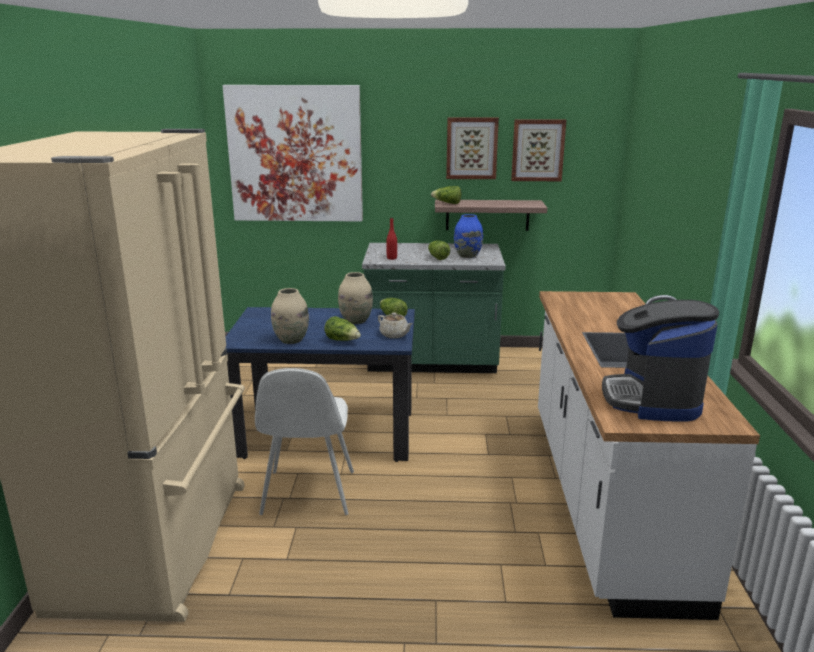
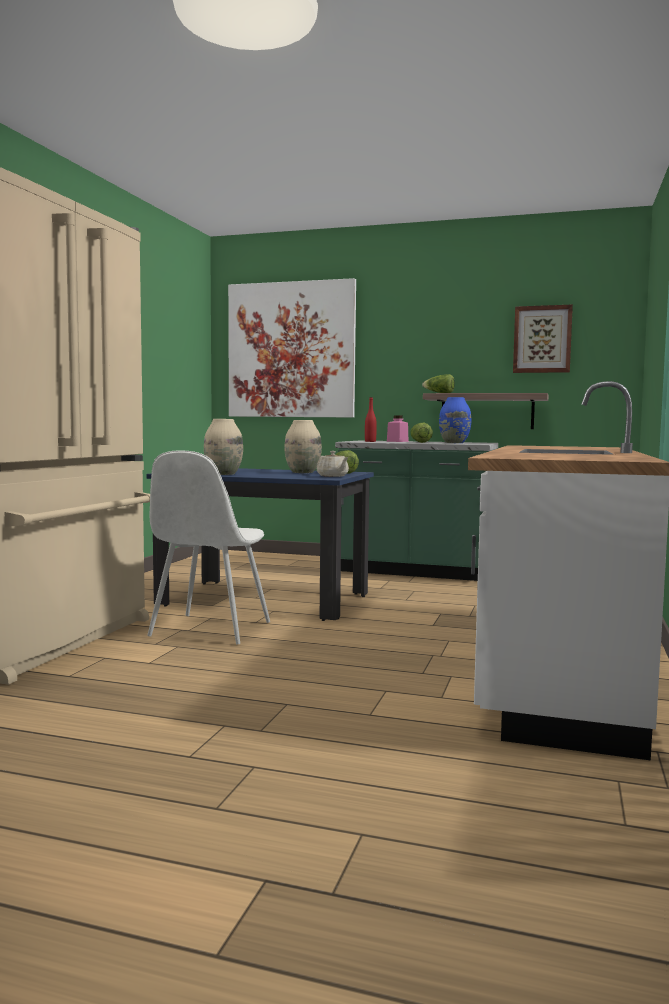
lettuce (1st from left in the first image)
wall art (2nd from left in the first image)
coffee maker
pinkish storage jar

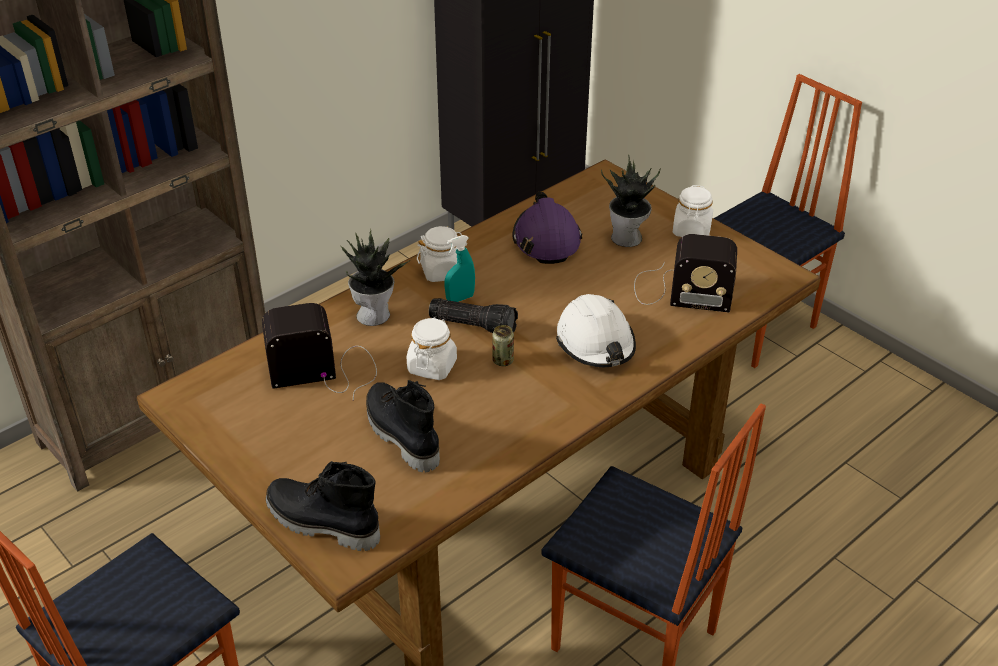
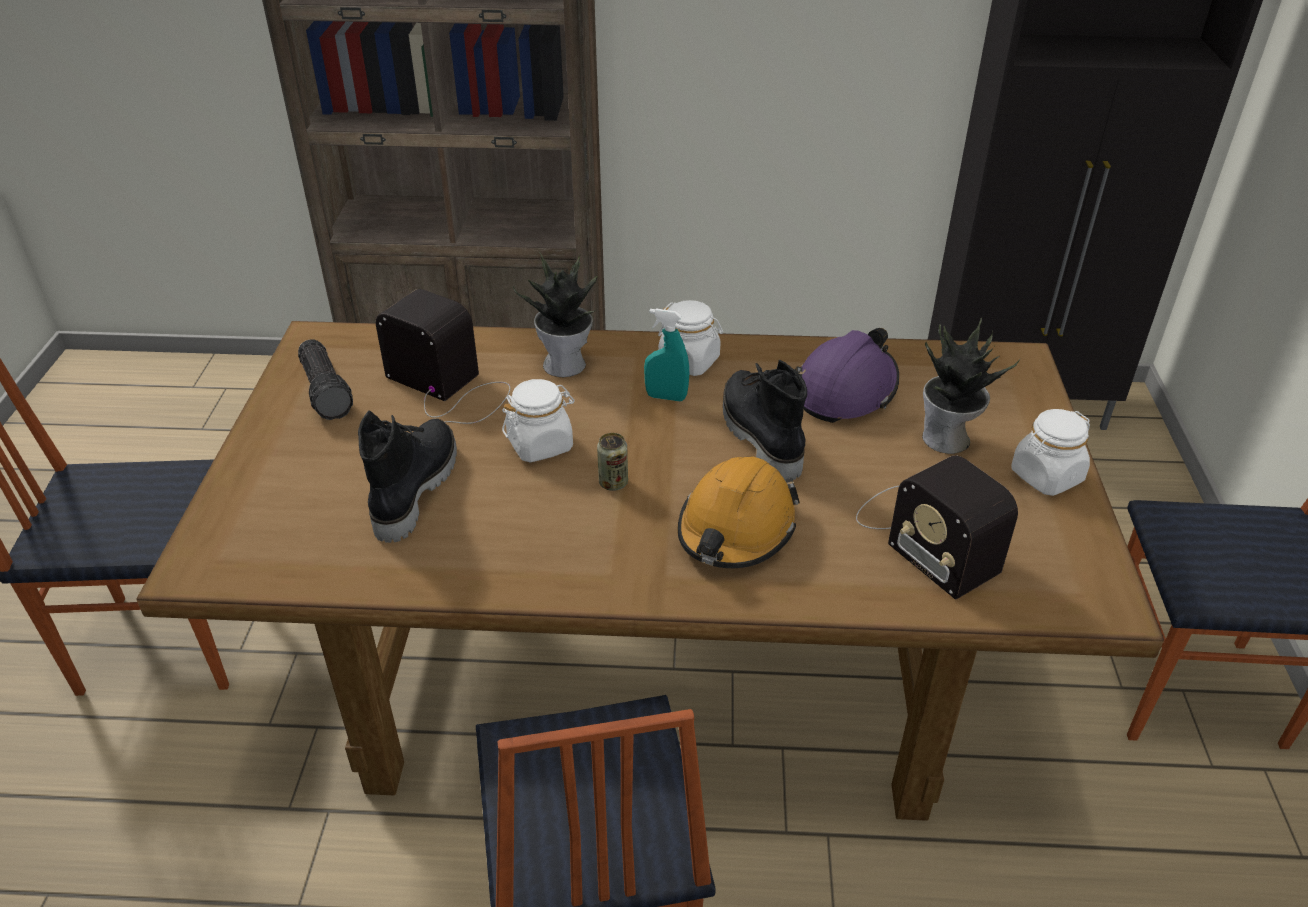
black-coloured tall boot (2nd from left)
hand torch
orange-coloured hard hat

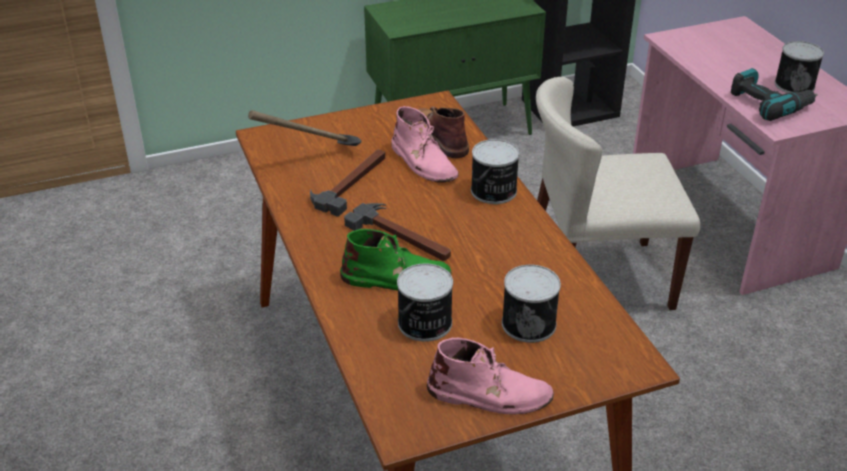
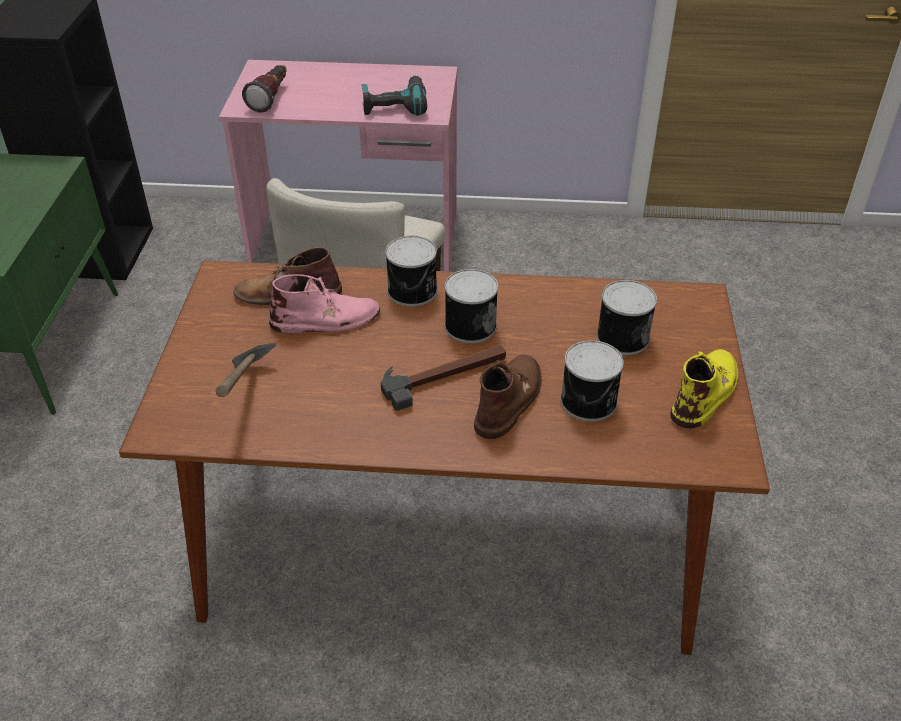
tool hammer (2nd from left in the first image)
hand torch
metal can (2nd from left)
brownish tall boot (2nd from left)
yellowish tall boot

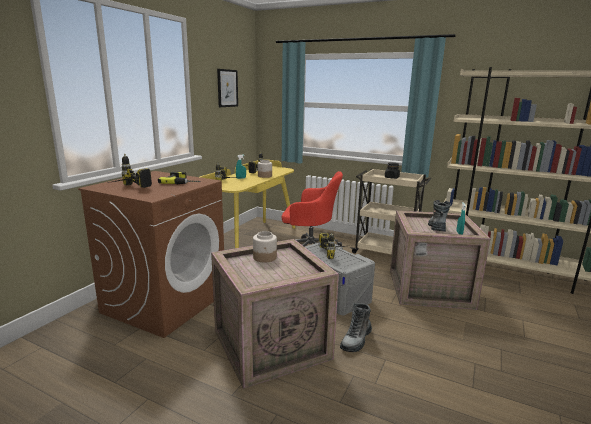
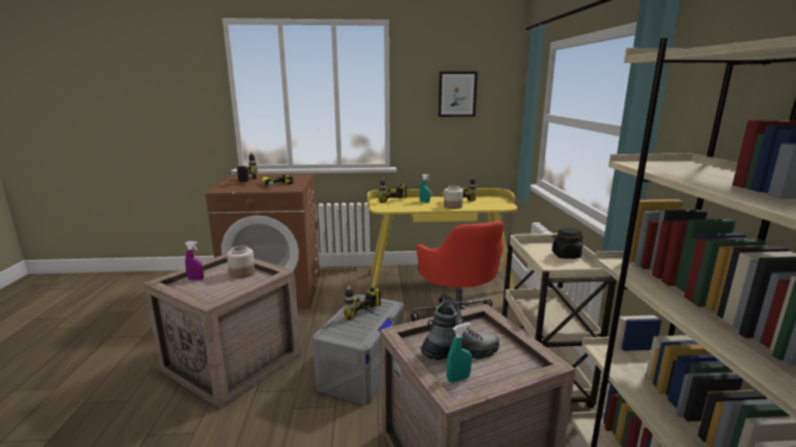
tall boot (1st from left in the first image)
purple hand sprayer

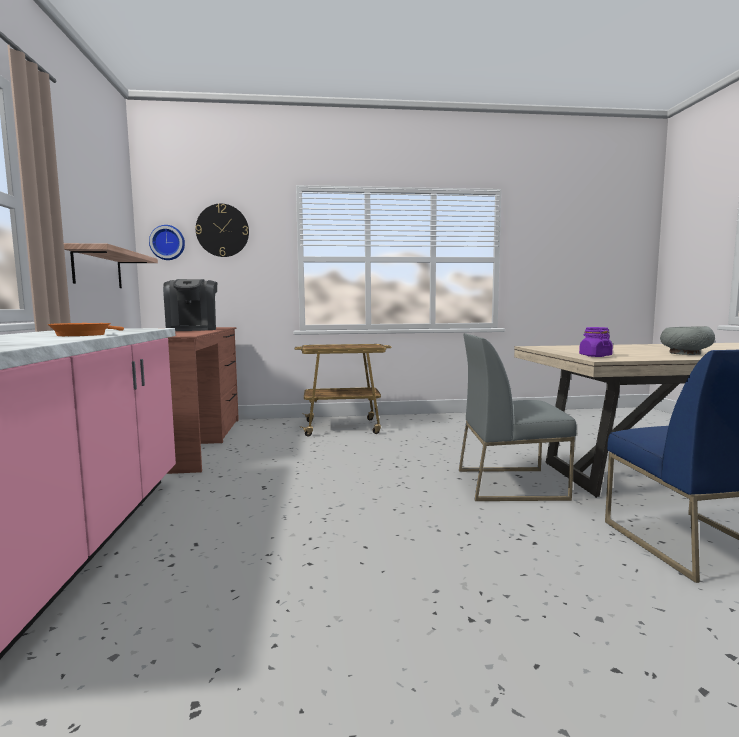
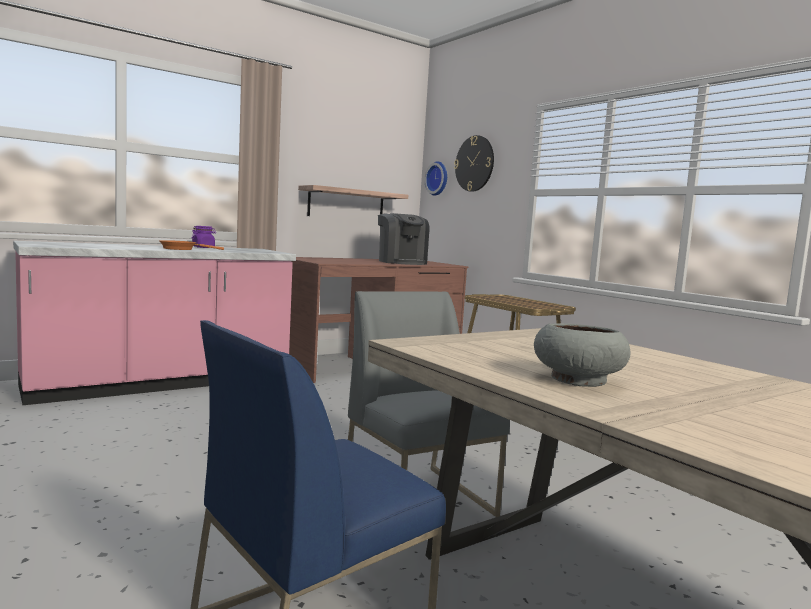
purple storage jar
coffee maker

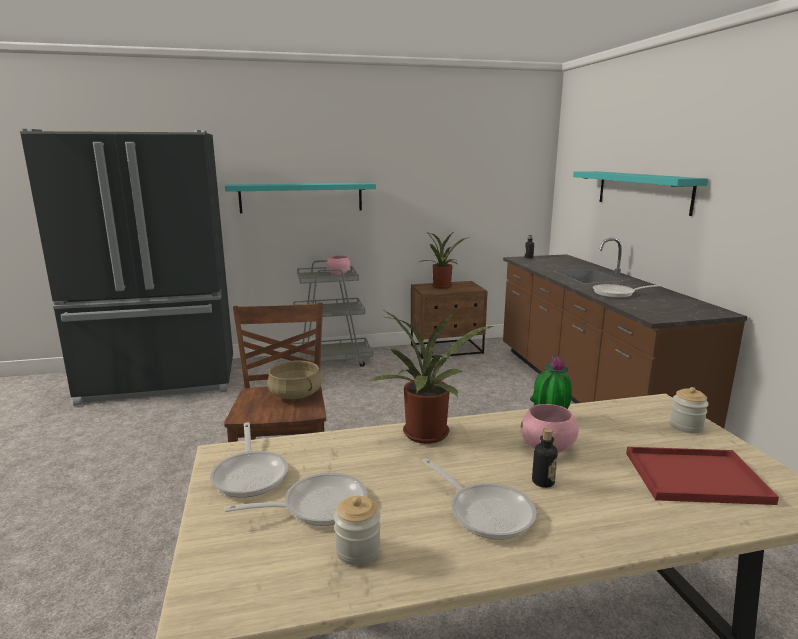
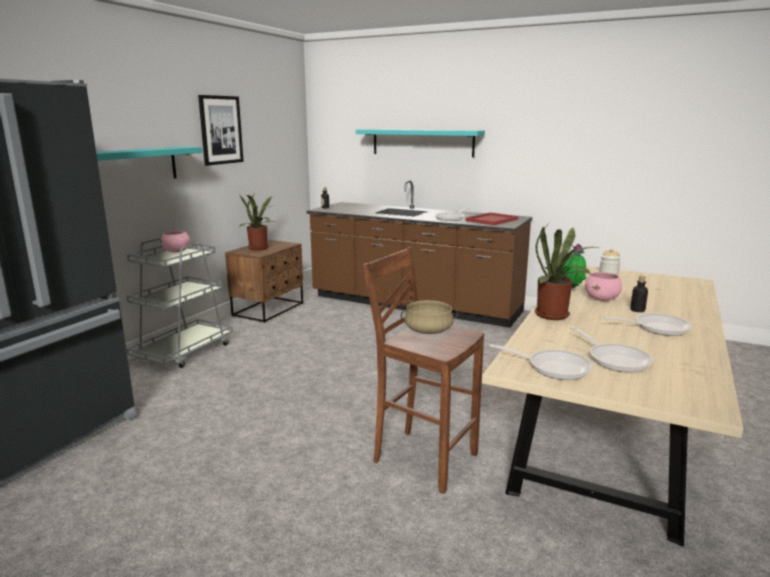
storage jar (1st from left in the first image)
wall art
red serving tray
skillet (3rd from left)

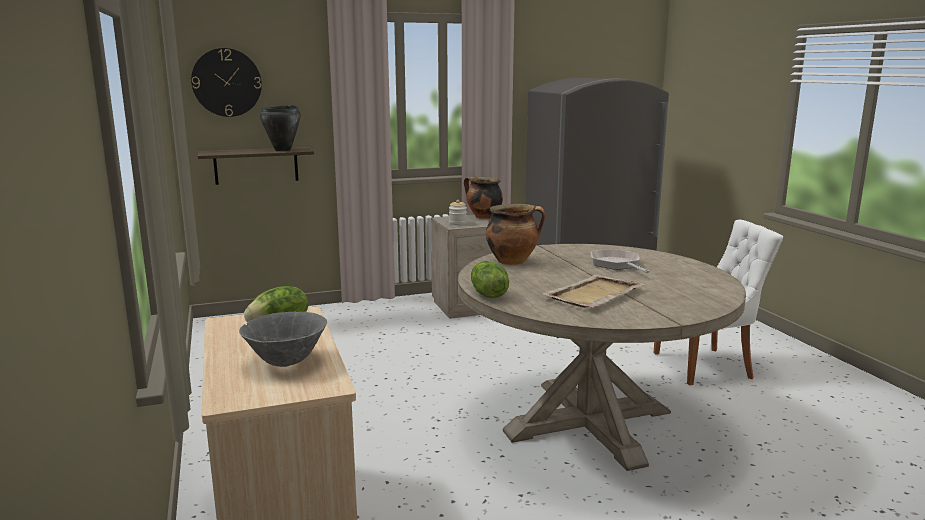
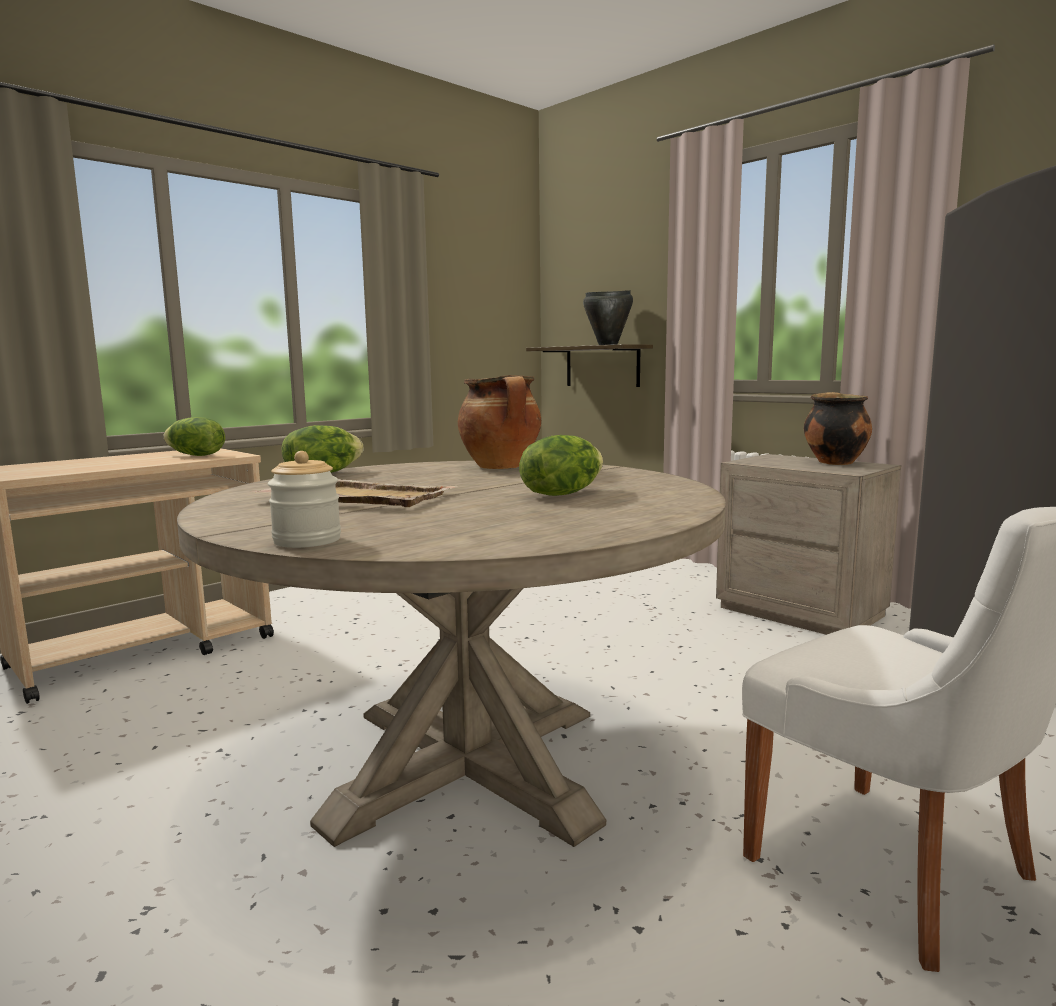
hanging clock
grey serving bowl
storage jar
lettuce (3rd from left)

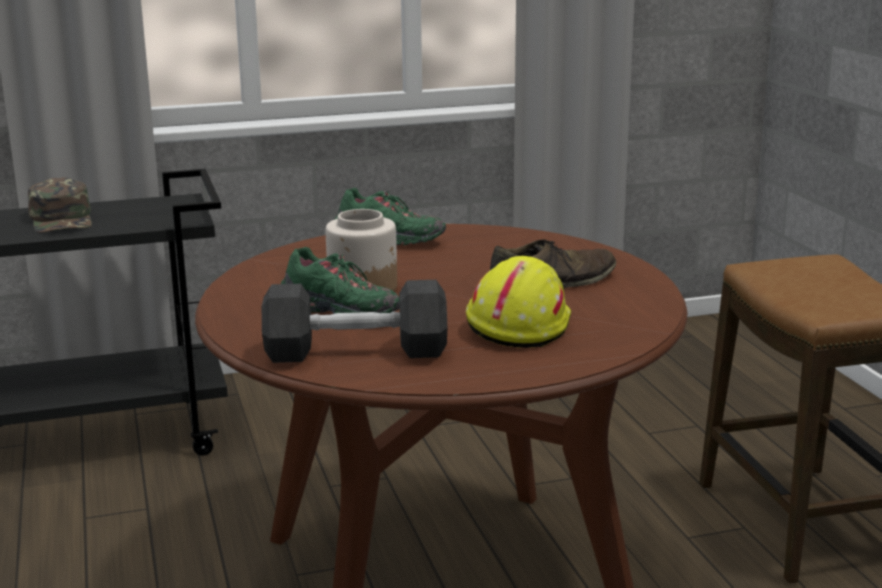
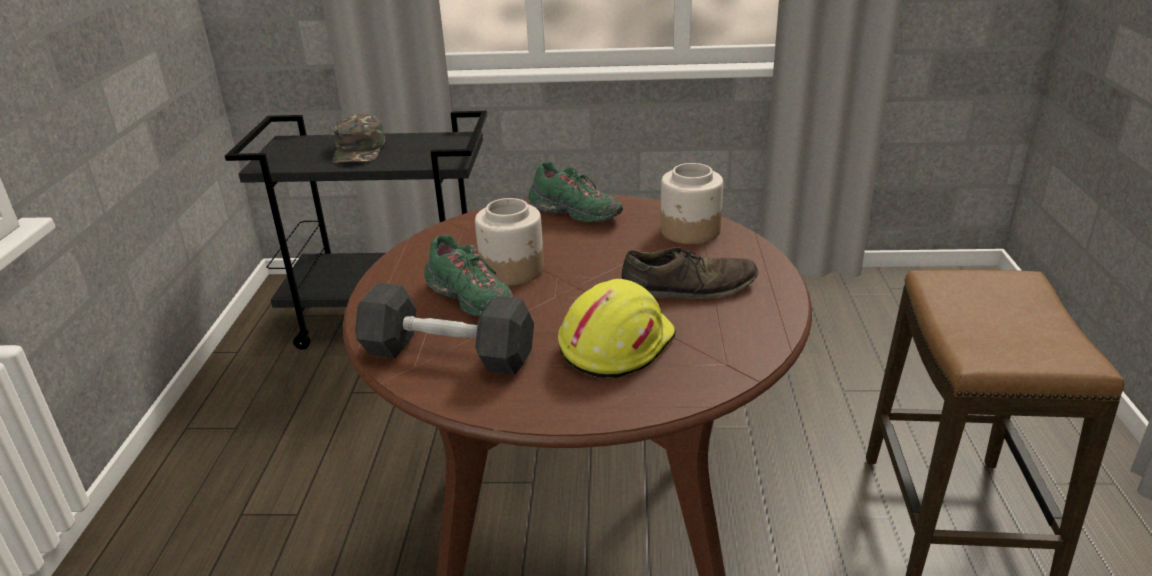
storage jar (2nd from left)

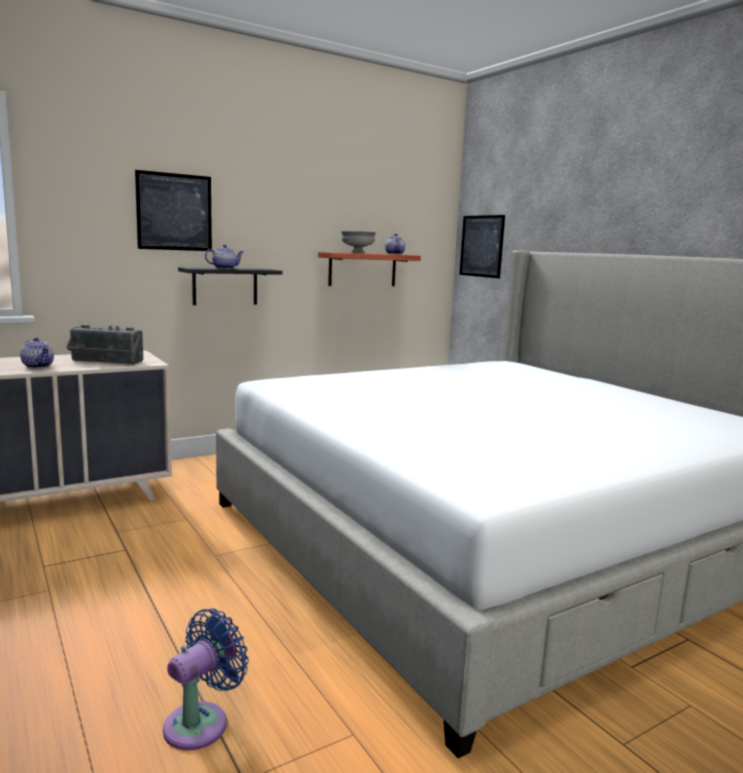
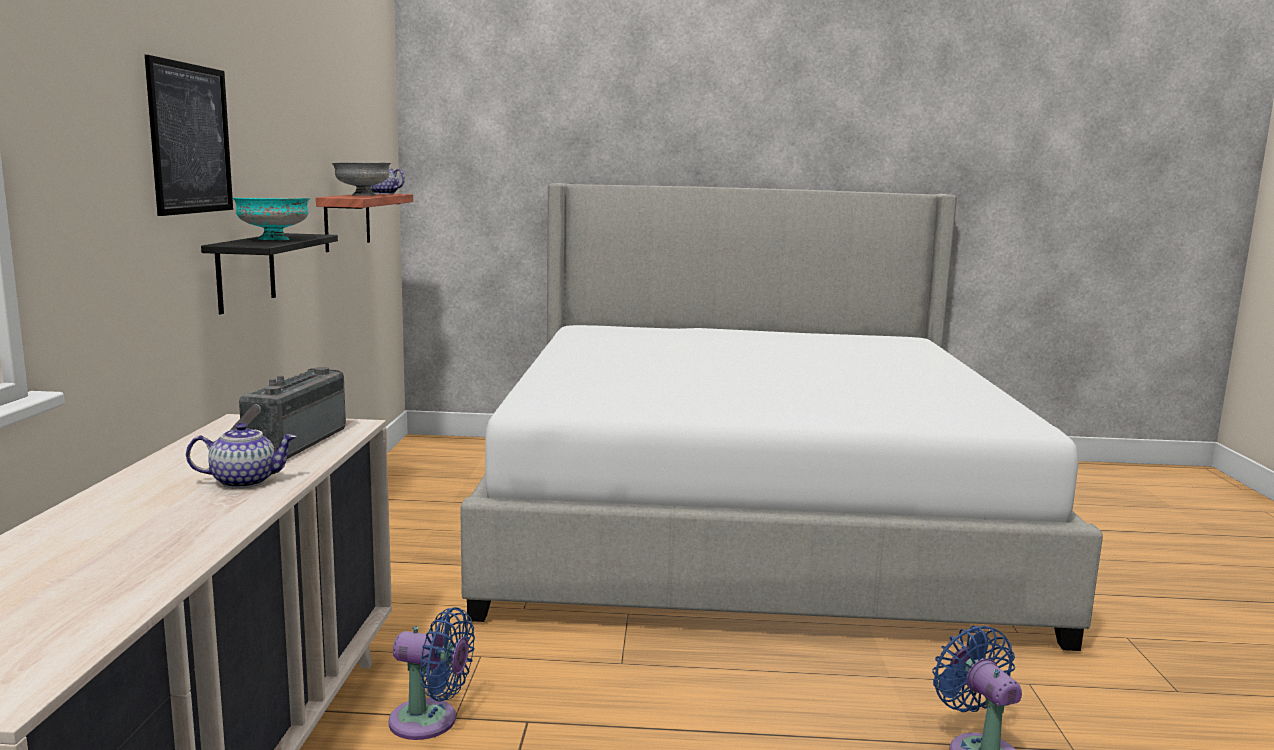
wall art (2nd from left in the first image)
blue cooling fan (1st from left)
turquoise serving bowl
radio receiver

